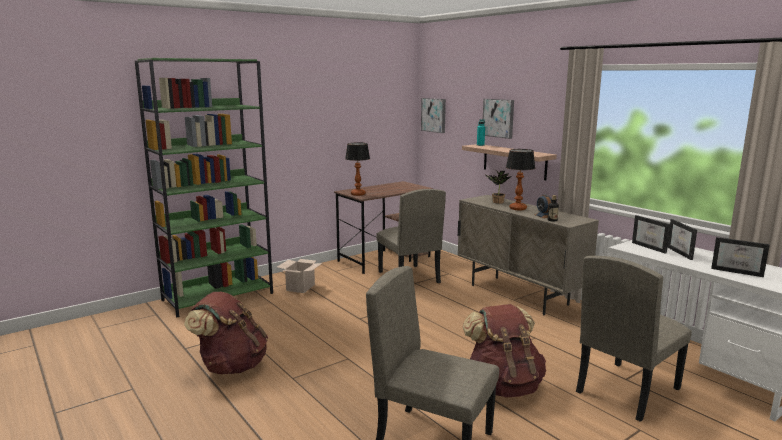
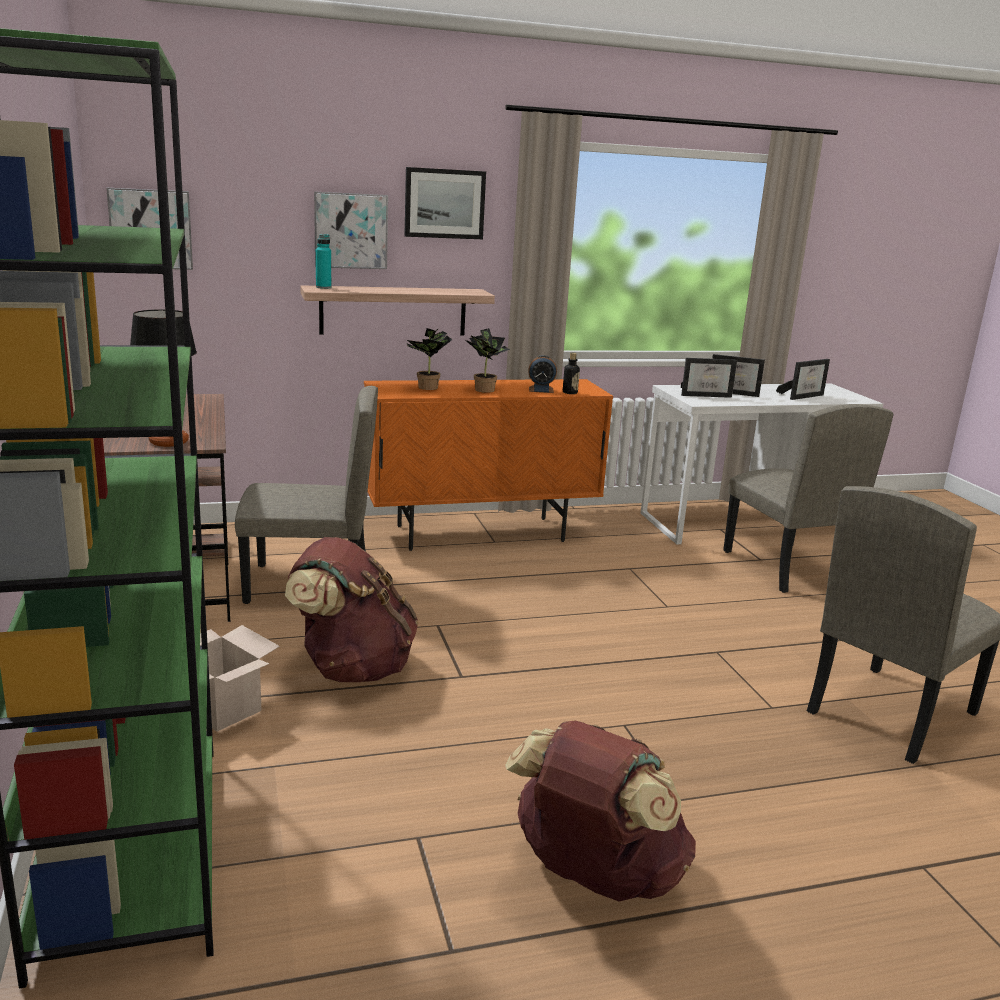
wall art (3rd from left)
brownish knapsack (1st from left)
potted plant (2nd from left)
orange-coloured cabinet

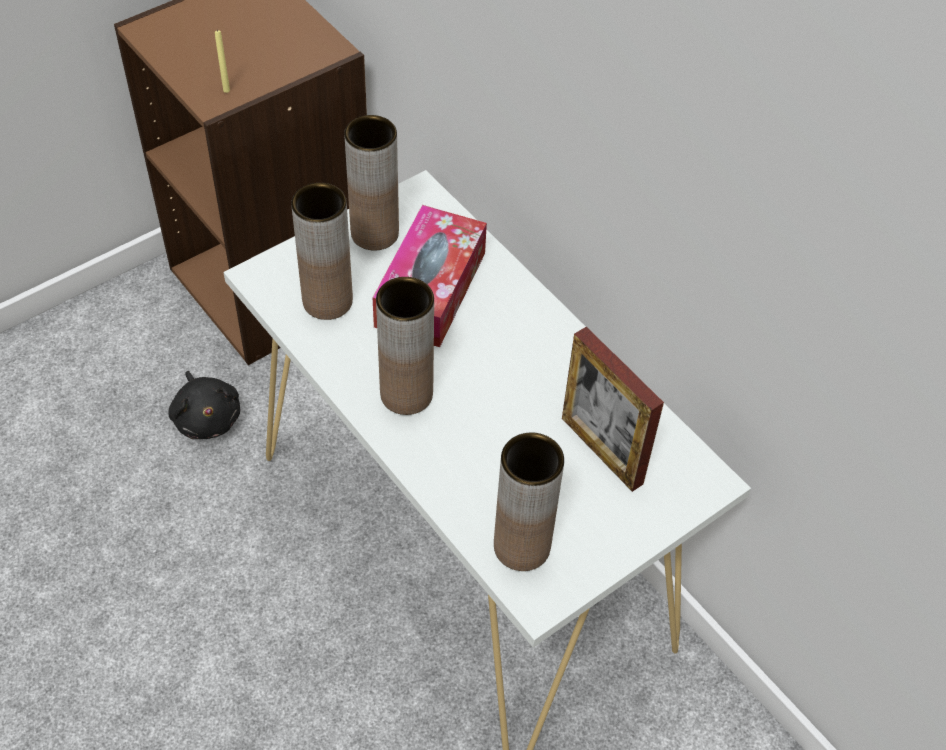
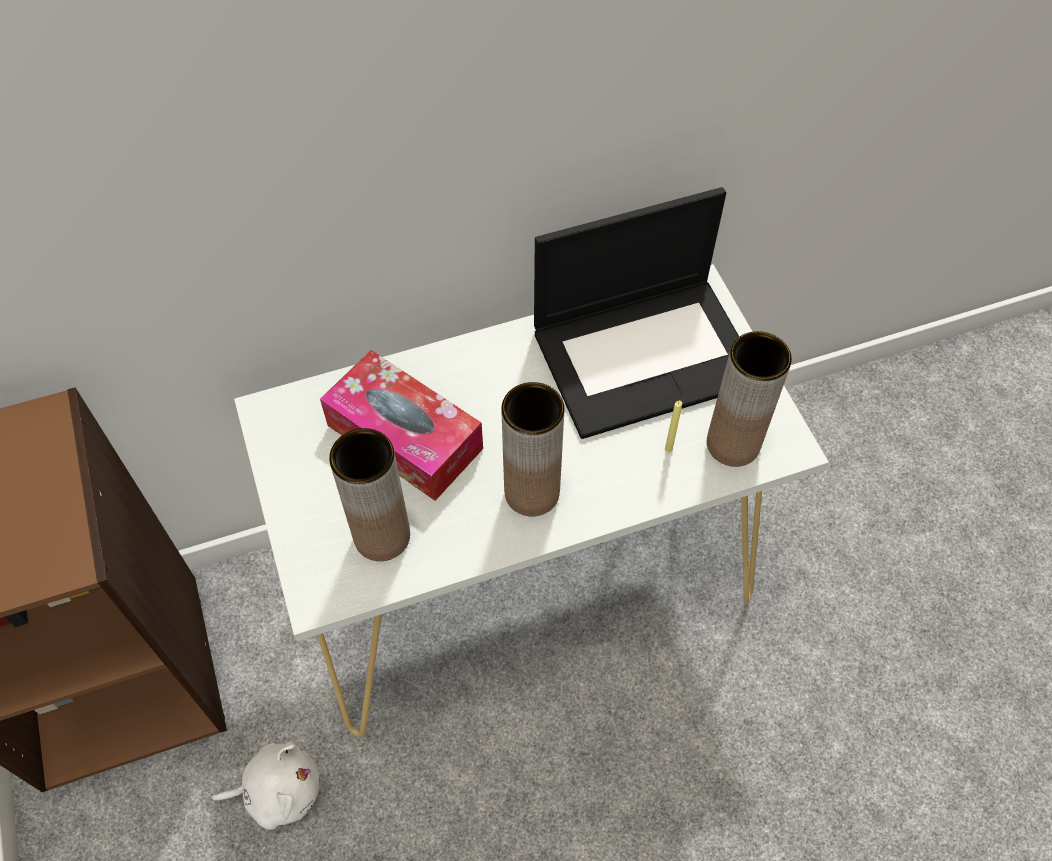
brownish vase (2nd from left in the first image)
yellowish wax light
laptop
whitish plush toy

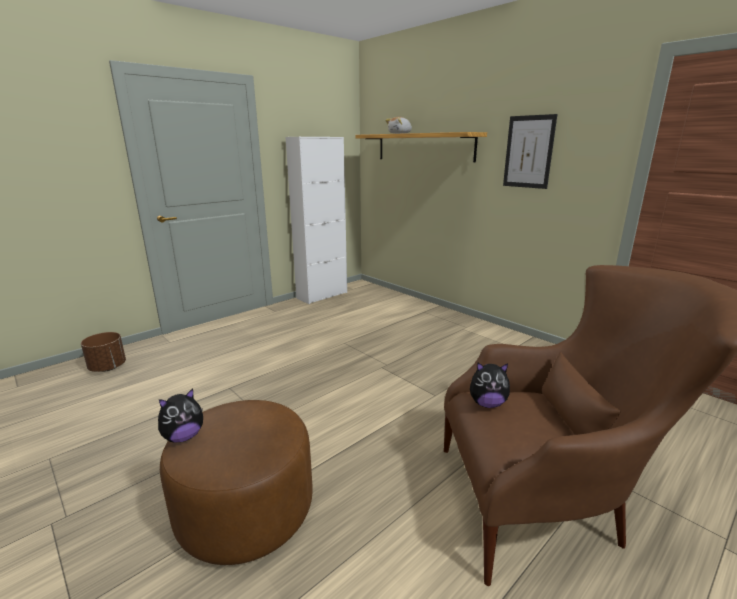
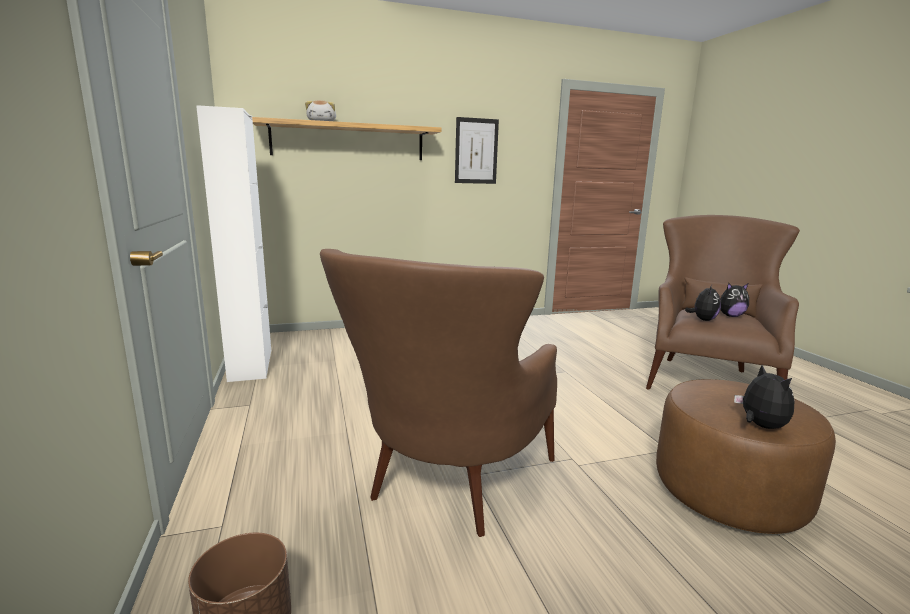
brownish lounge chair (1st from left)
plush toy (3rd from left)

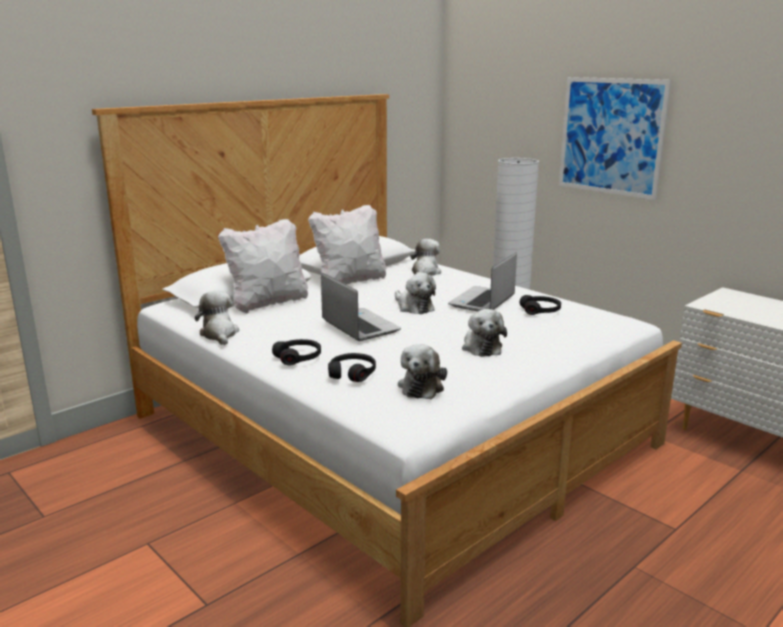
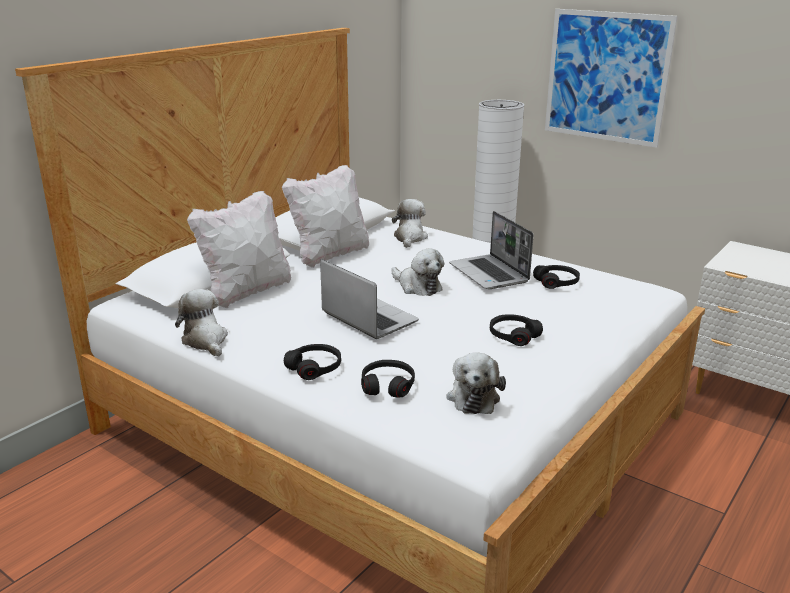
black-coloured headphones (3rd from left)
laptop (2nd from left)

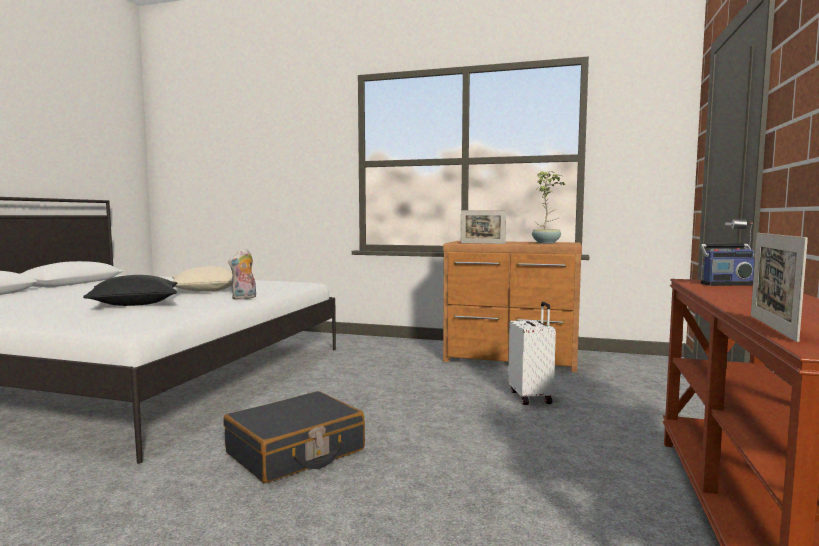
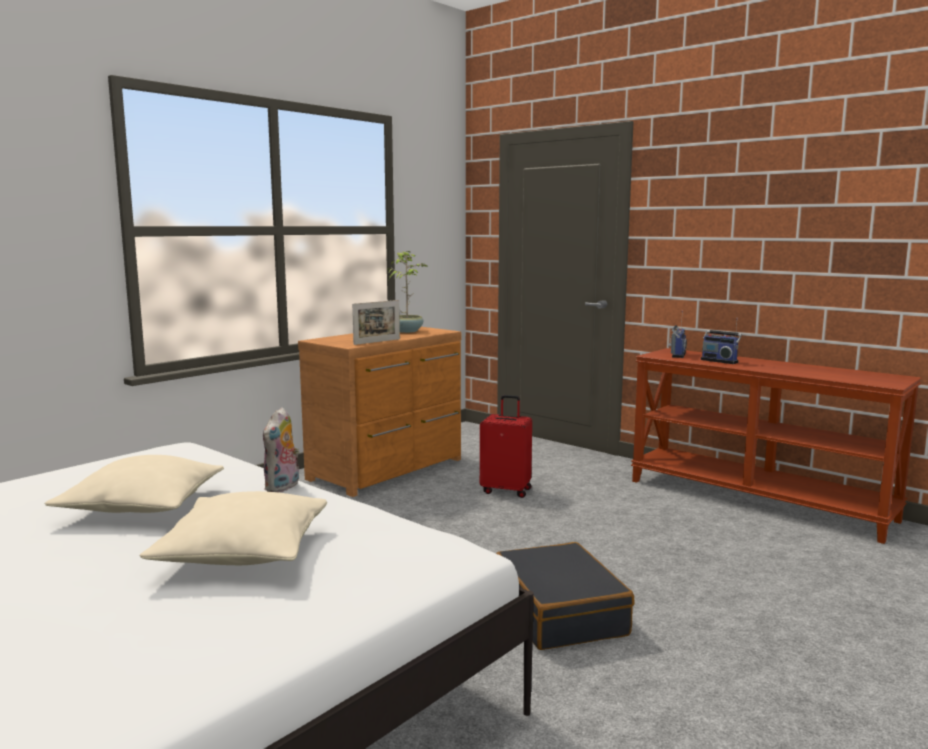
standing frame (2nd from left in the first image)
radio receiver (2nd from left)
beige-coloured pillow (2nd from left)
red piece of luggage
plush toy

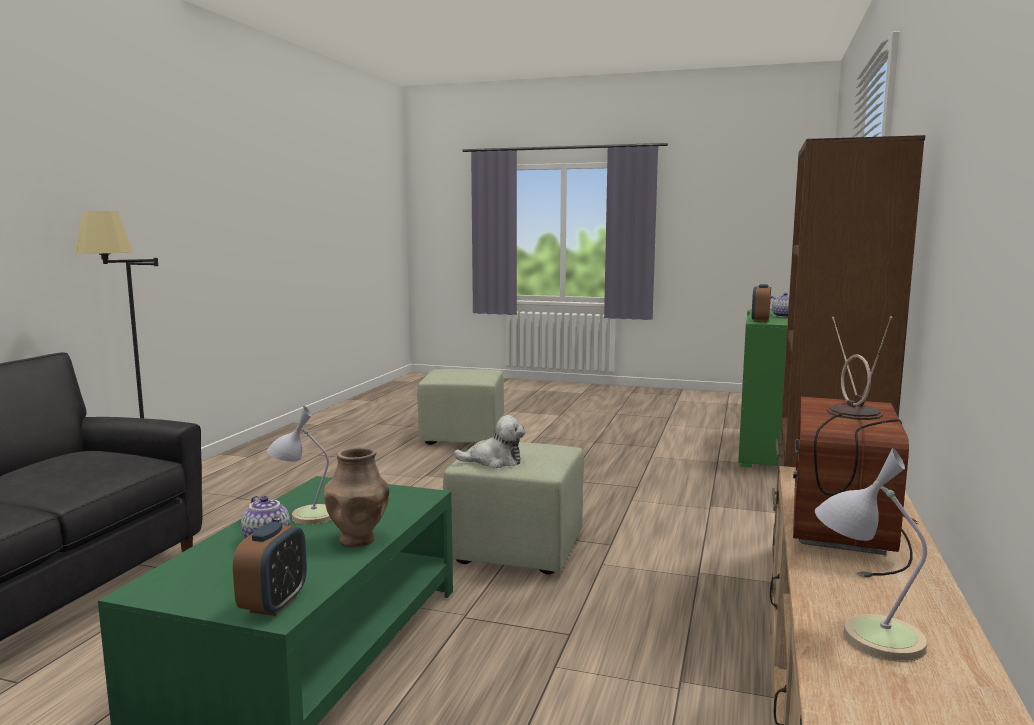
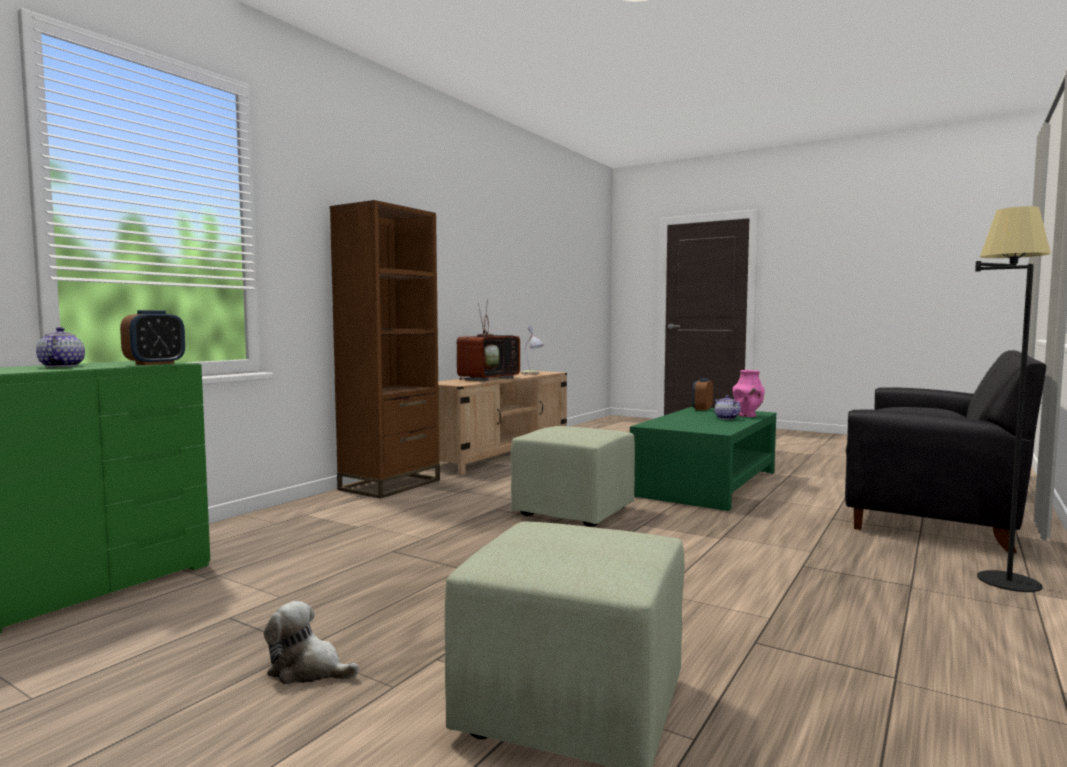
lamp for a table (1st from left in the first image)
brownish vase
pinkish vase
plush toy

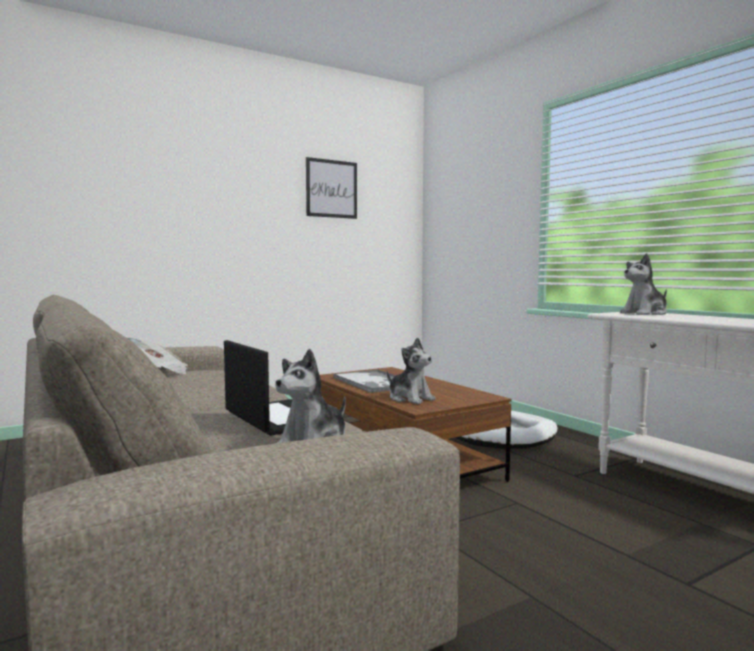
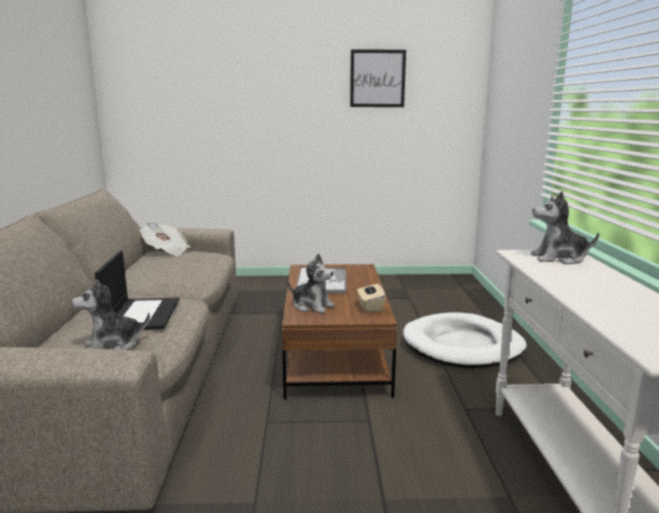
beige-coloured box of tissues
plush toy (2nd from left)

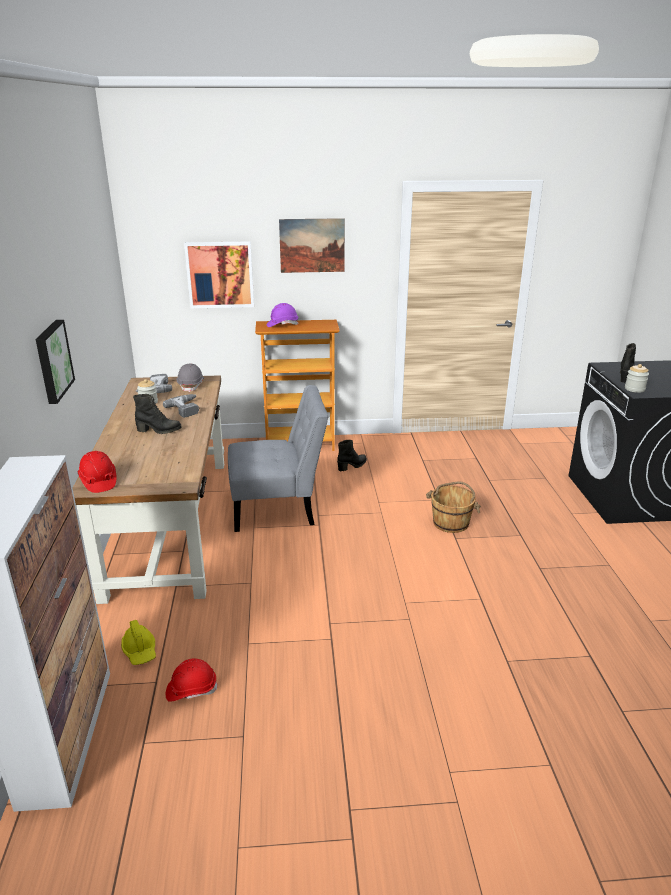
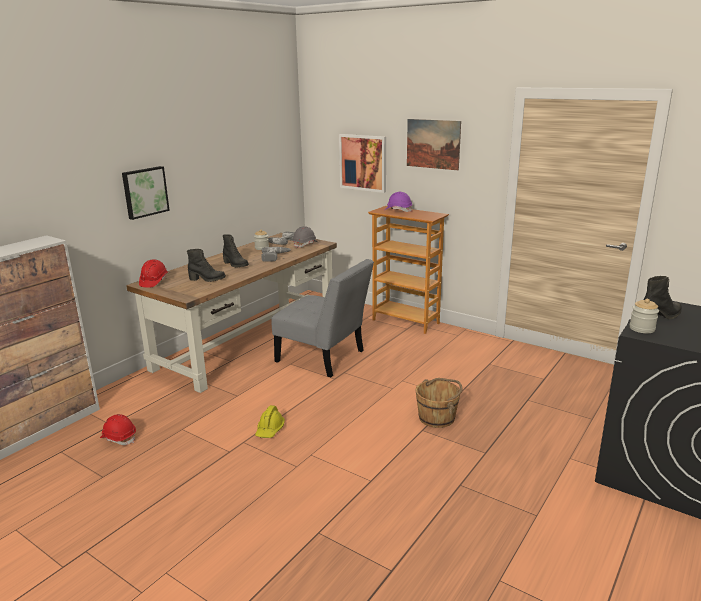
yellowish hard hat
black-coloured tall boot (1st from left)

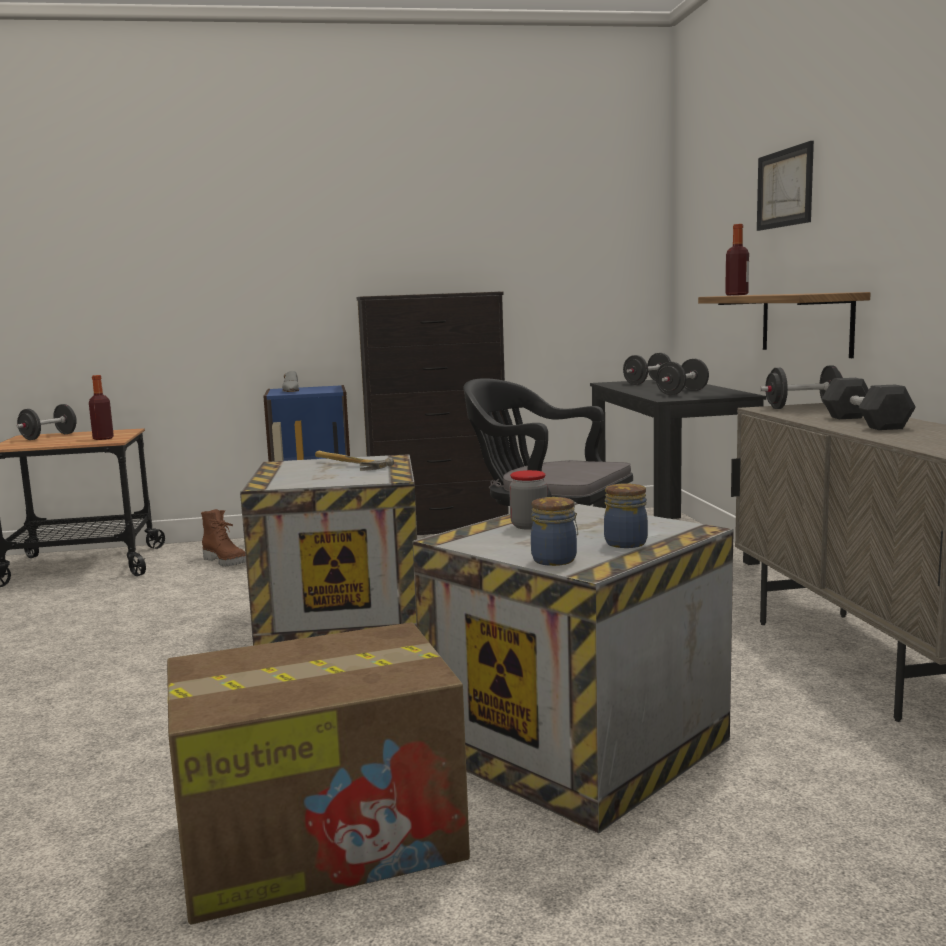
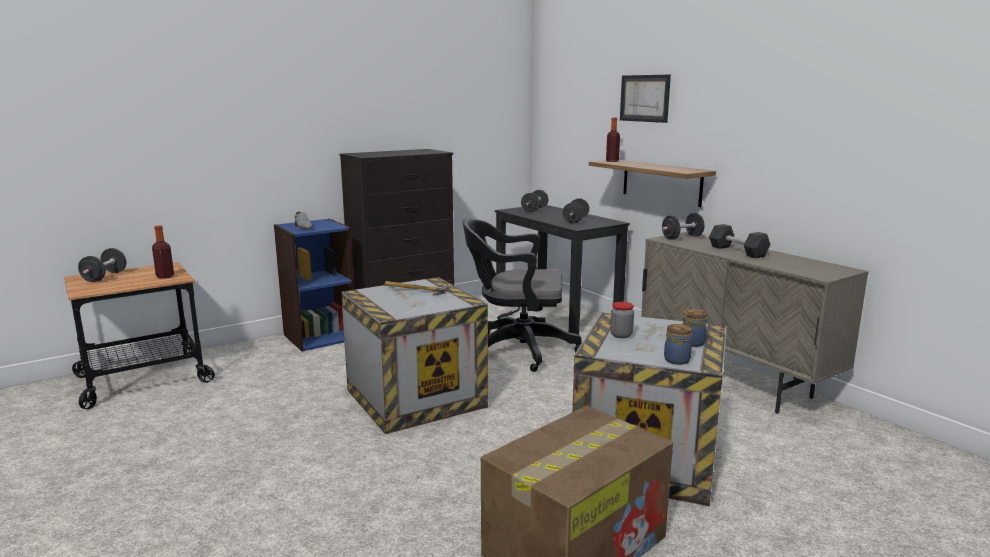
brownish tall boot

